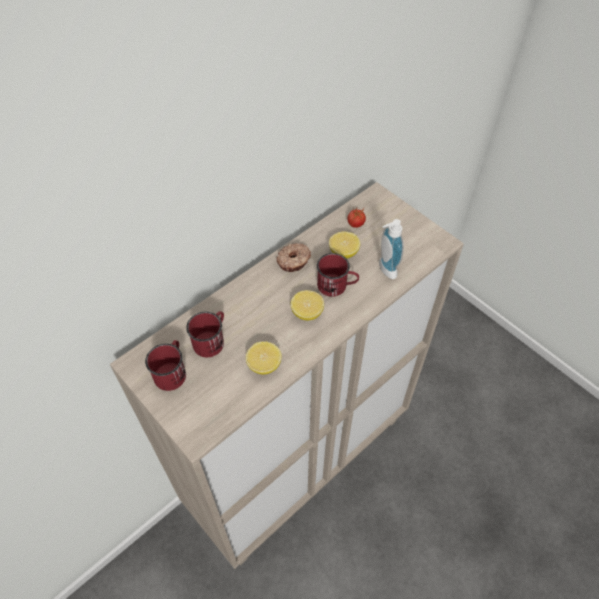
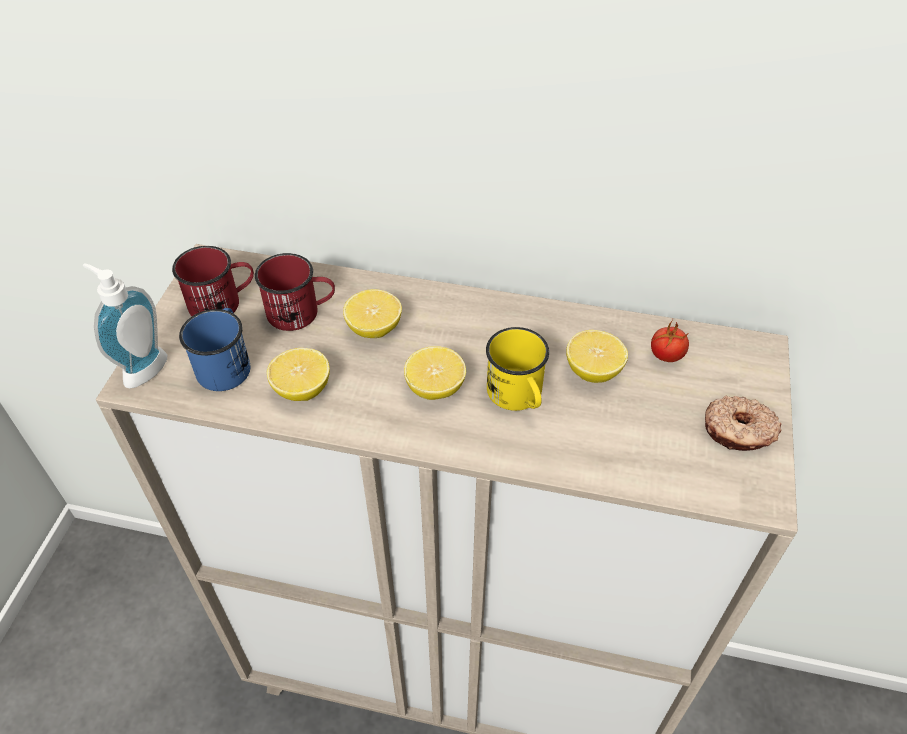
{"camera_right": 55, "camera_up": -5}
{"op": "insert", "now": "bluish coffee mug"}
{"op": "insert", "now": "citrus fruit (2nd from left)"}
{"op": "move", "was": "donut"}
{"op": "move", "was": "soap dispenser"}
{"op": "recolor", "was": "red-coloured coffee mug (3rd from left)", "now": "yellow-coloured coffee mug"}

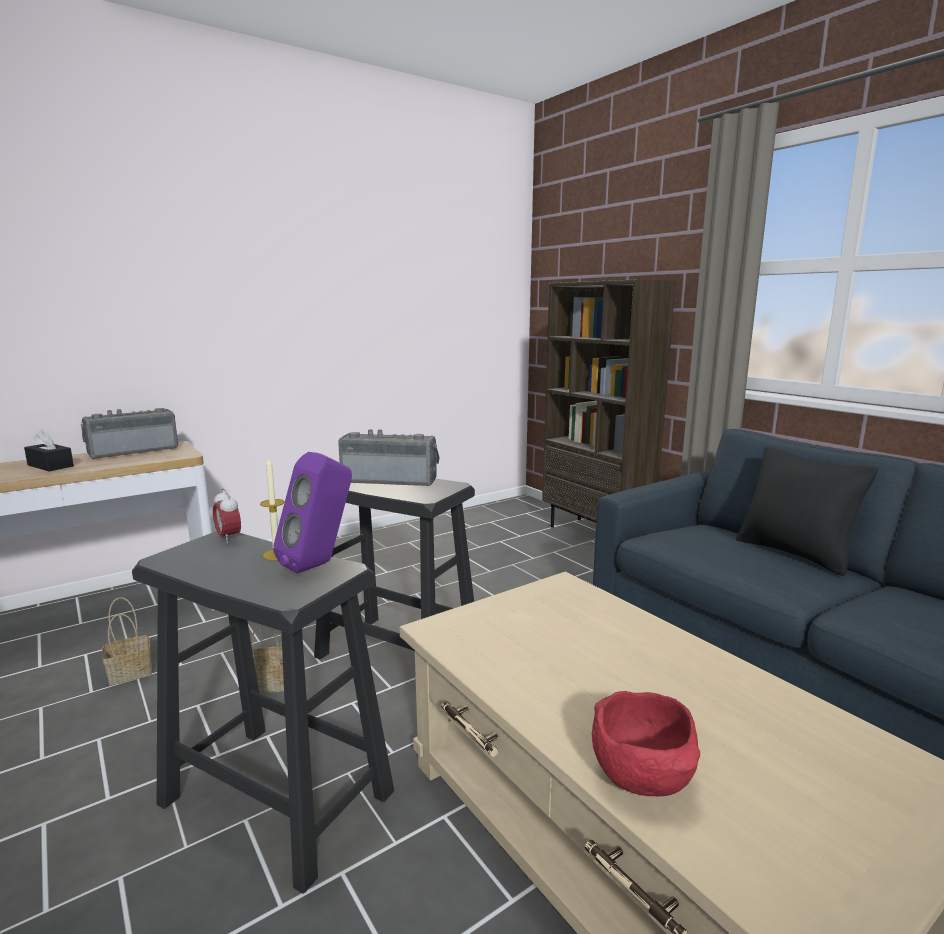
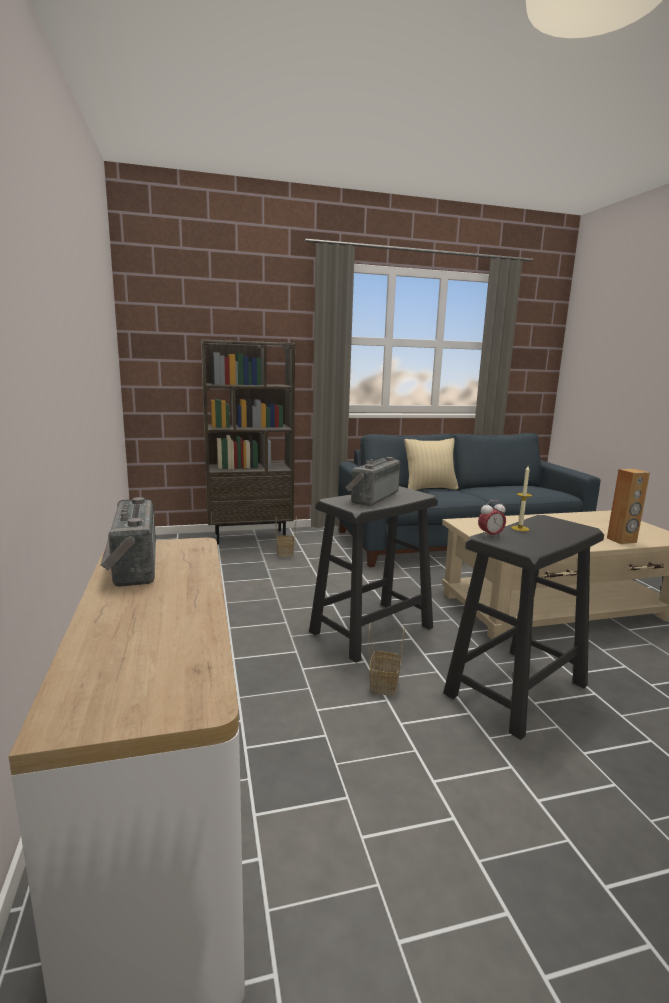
{"camera_right": -70, "camera_up": 0}
{"op": "delete", "was": "black tissue holder"}
{"op": "delete", "was": "purple-coloured audio speaker"}
{"op": "move", "was": "household basket (1st from left)"}
{"op": "replace", "was": "red-coloured serving bowl", "now": "brown audio speaker"}
{"op": "recolor", "was": "black pillow", "now": "beige pillow"}

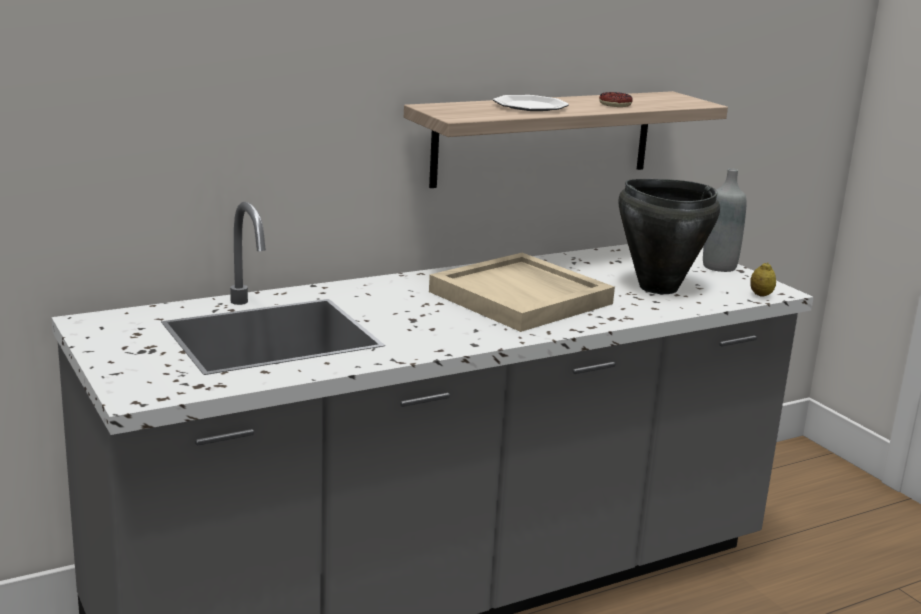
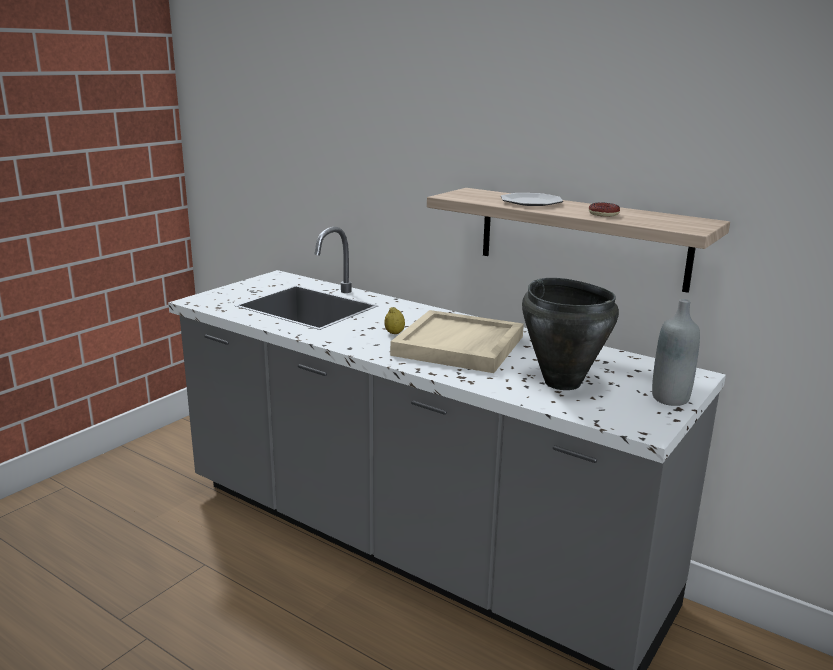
{"camera_right": 65, "camera_up": 0}
{"op": "move", "was": "citrus fruit"}

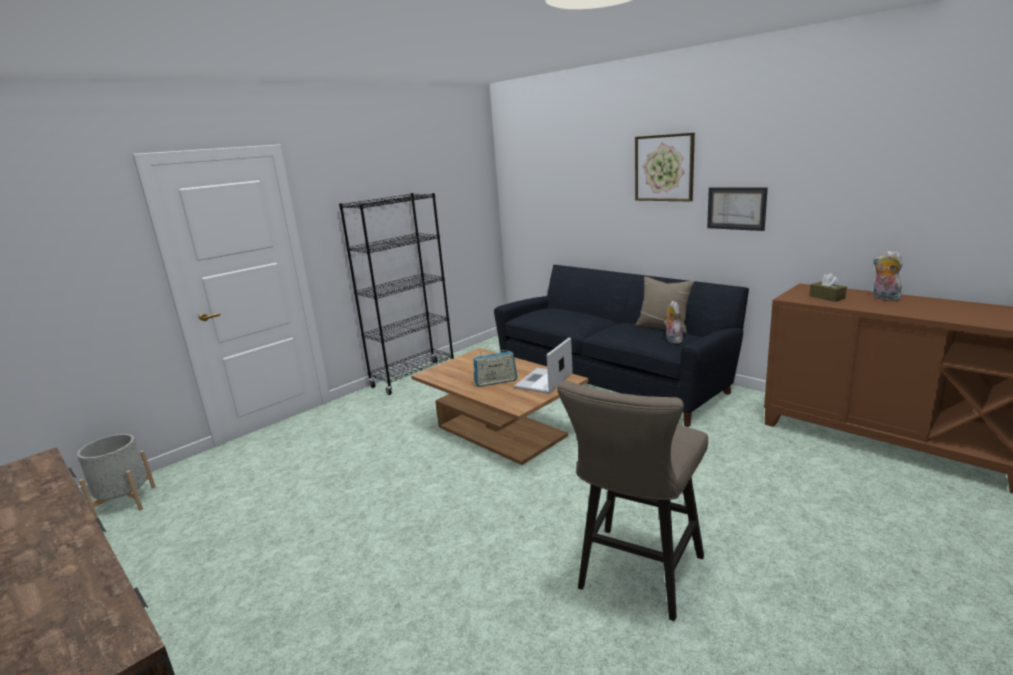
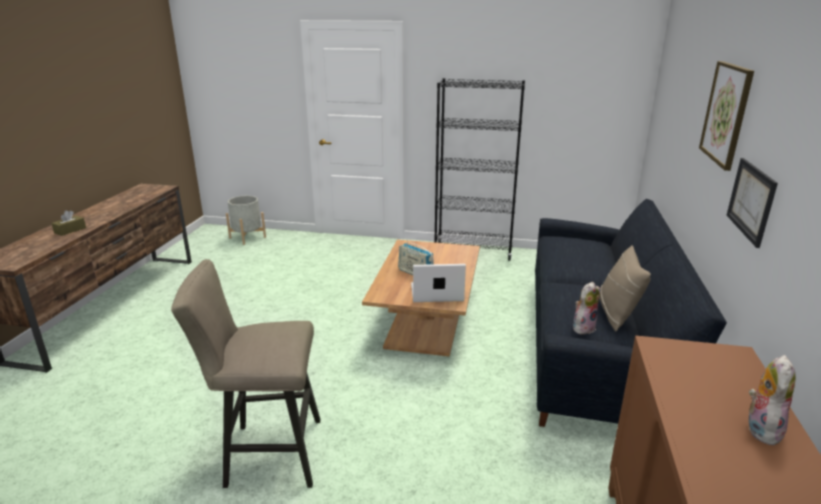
{"camera_right": 55, "camera_up": 5}
{"op": "move", "was": "brown tissue holder"}

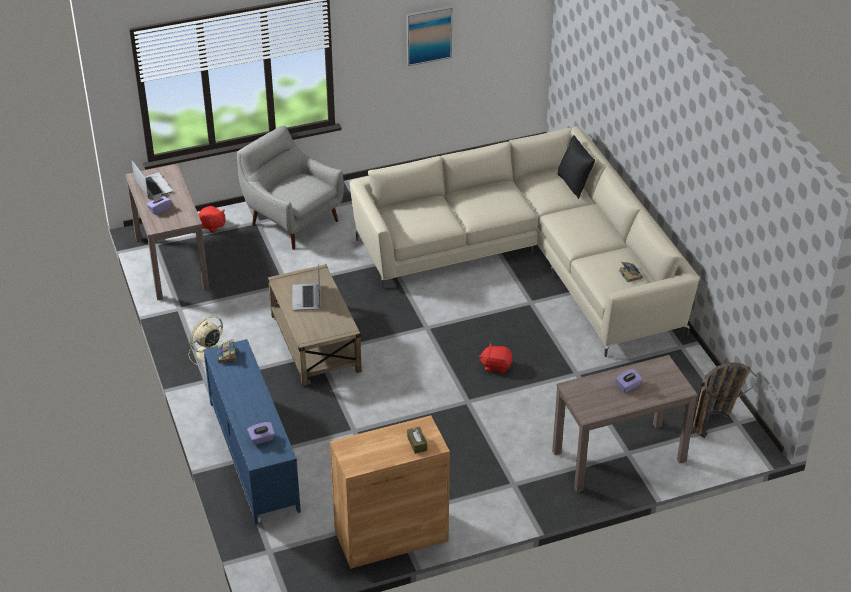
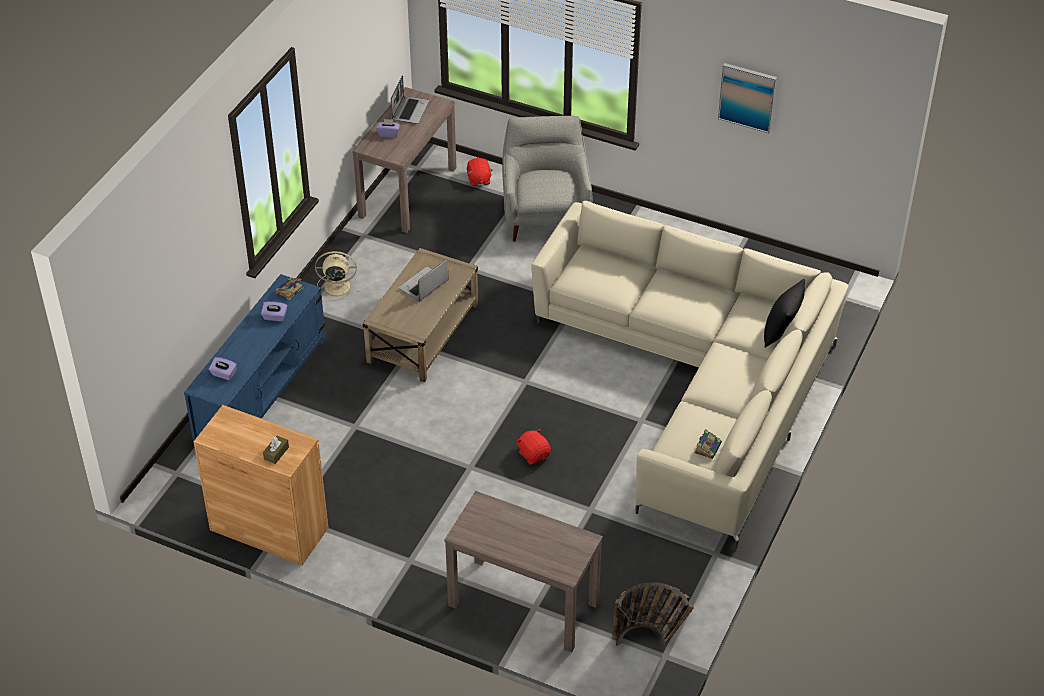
{"camera_right": 45, "camera_up": 5}
{"op": "move", "was": "purple-coloured tissue holder (3rd from left in the first image)", "now": "purple-coloured tissue holder (2nd from left)"}

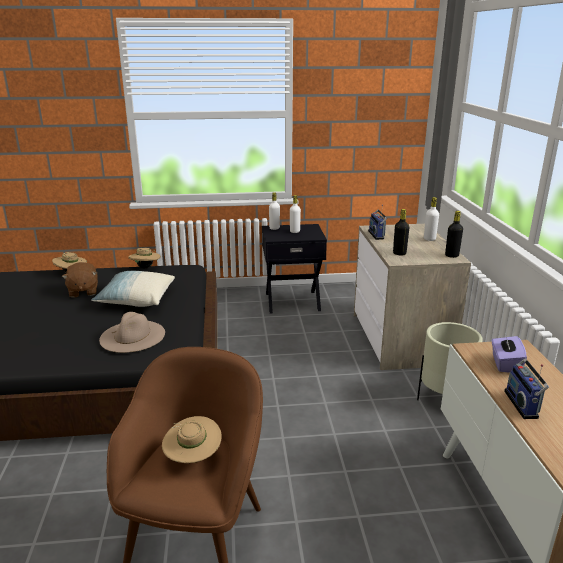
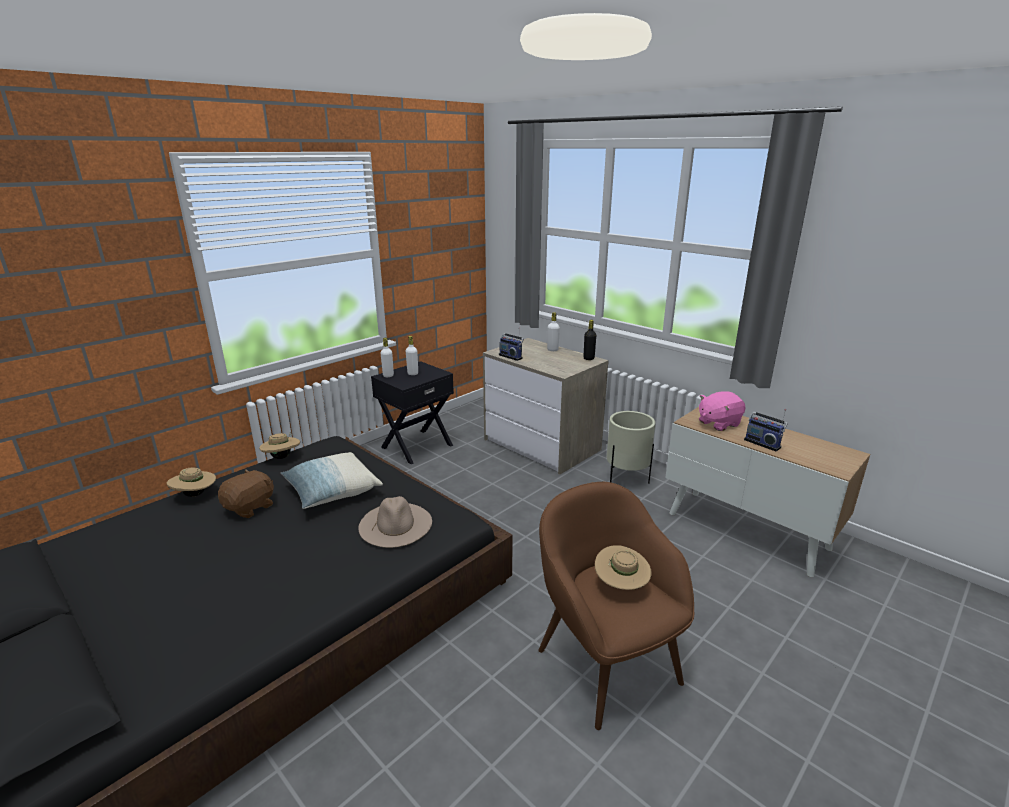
{"camera_right": -40, "camera_up": 0}
{"op": "delete", "was": "black drink bottle (1st from left)"}
{"op": "replace", "was": "purple-coloured tissue holder", "now": "pinkish cuddly toy"}
{"op": "rotate", "was": "brown cuddly toy", "clockwise": -90}

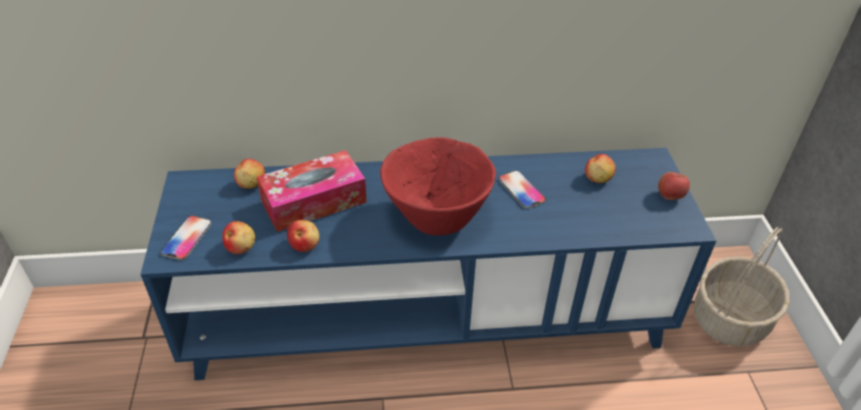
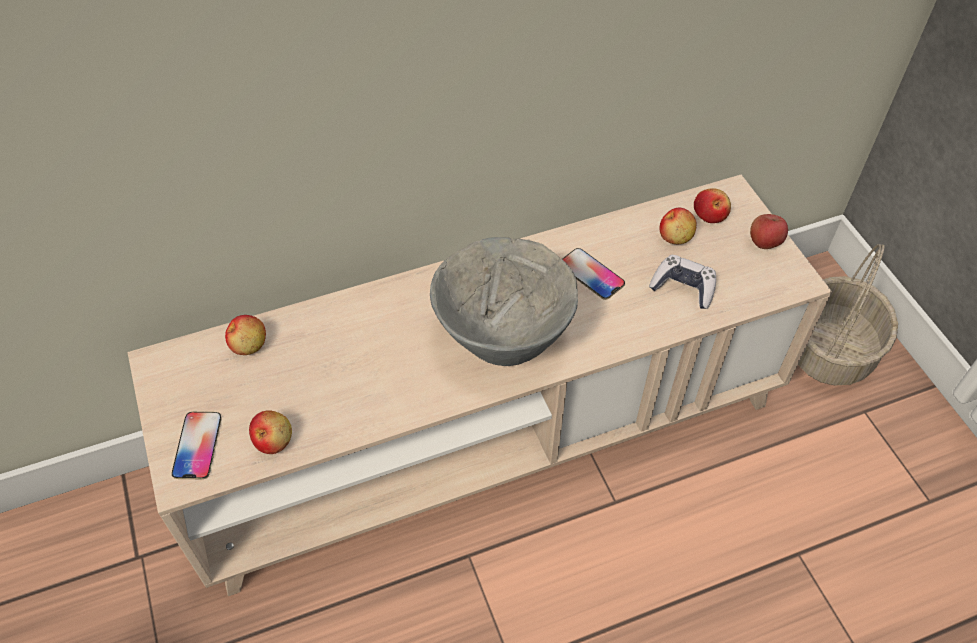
{"camera_right": -15, "camera_up": 10}
{"op": "delete", "was": "tissue holder"}
{"op": "insert", "now": "gamepad"}
{"op": "move", "was": "apple (3rd from left in the first image)", "now": "apple (4th from left)"}
{"op": "recolor", "was": "bluish tv unit", "now": "beige tv unit"}
{"op": "recolor", "was": "red-coloured serving bowl", "now": "grey serving bowl"}

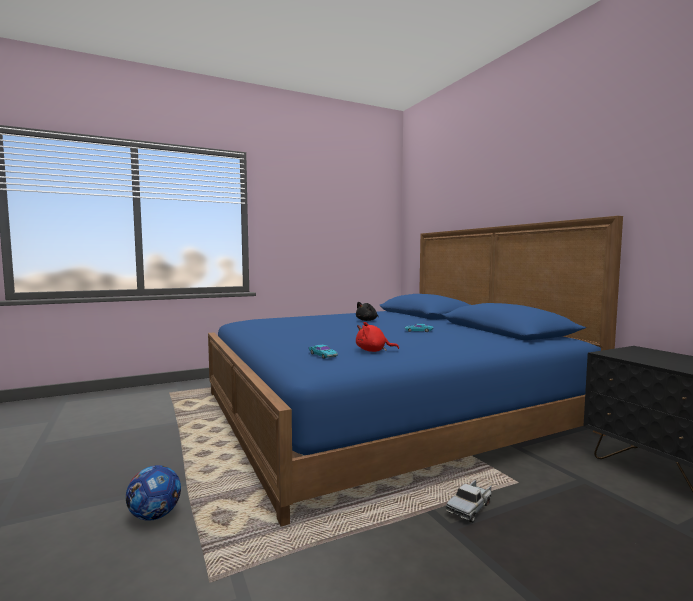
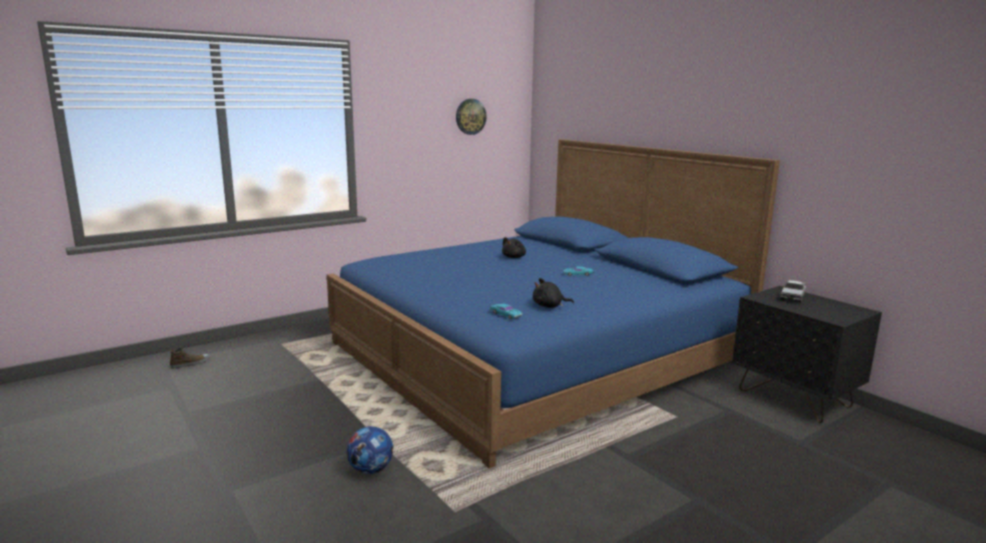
{"camera_right": -10, "camera_up": 10}
{"op": "insert", "now": "shoe"}
{"op": "insert", "now": "clock on the wall"}
{"op": "move", "was": "toy truck"}
{"op": "recolor", "was": "red-coloured cuddly toy", "now": "black cuddly toy (2nd from left)"}

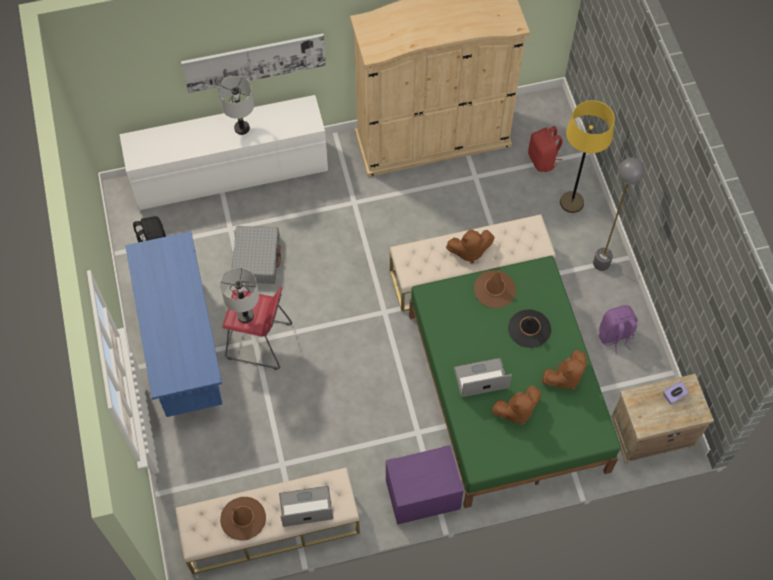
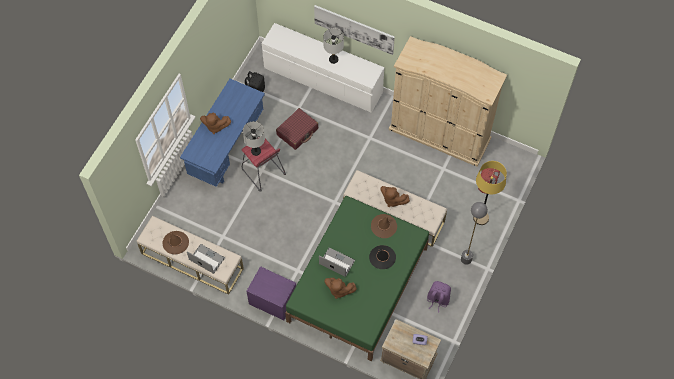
{"camera_right": 40, "camera_up": 0}
{"op": "move", "was": "brown cuddly toy (3rd from left in the first image)", "now": "brown cuddly toy (1st from left)"}
{"op": "recolor", "was": "grey suitcase", "now": "red-coloured suitcase"}

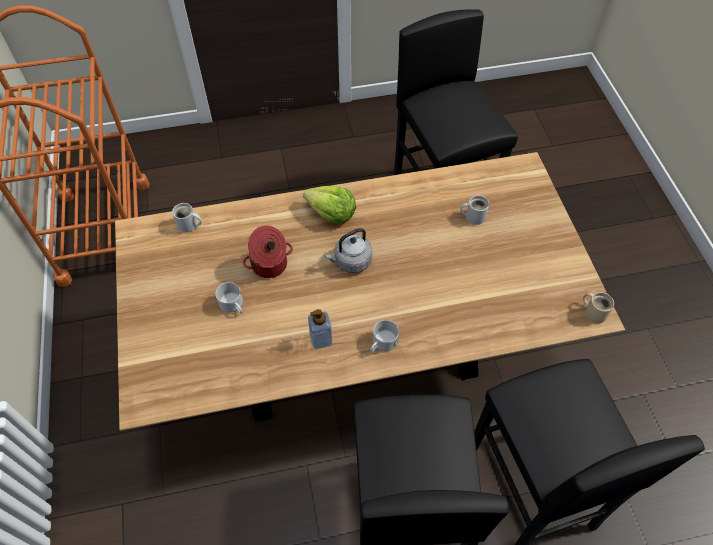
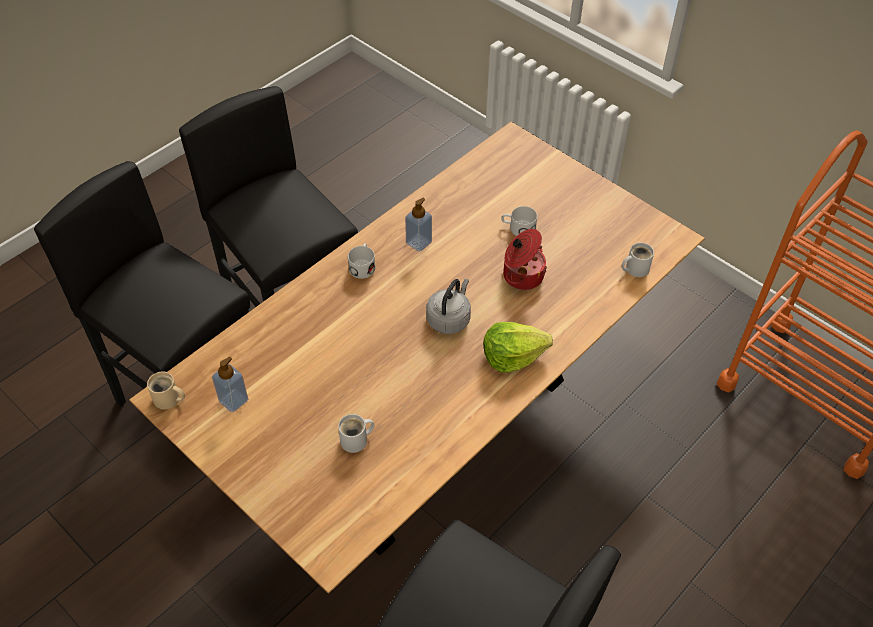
{"camera_right": 145, "camera_up": -5}
{"op": "insert", "now": "soap dispenser (1st from left)"}

